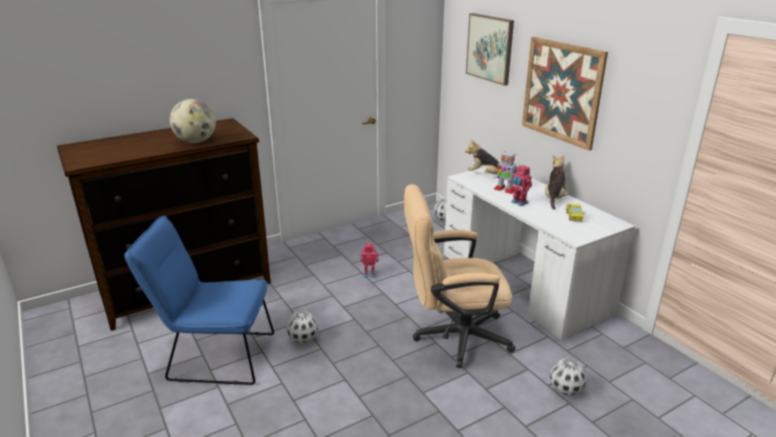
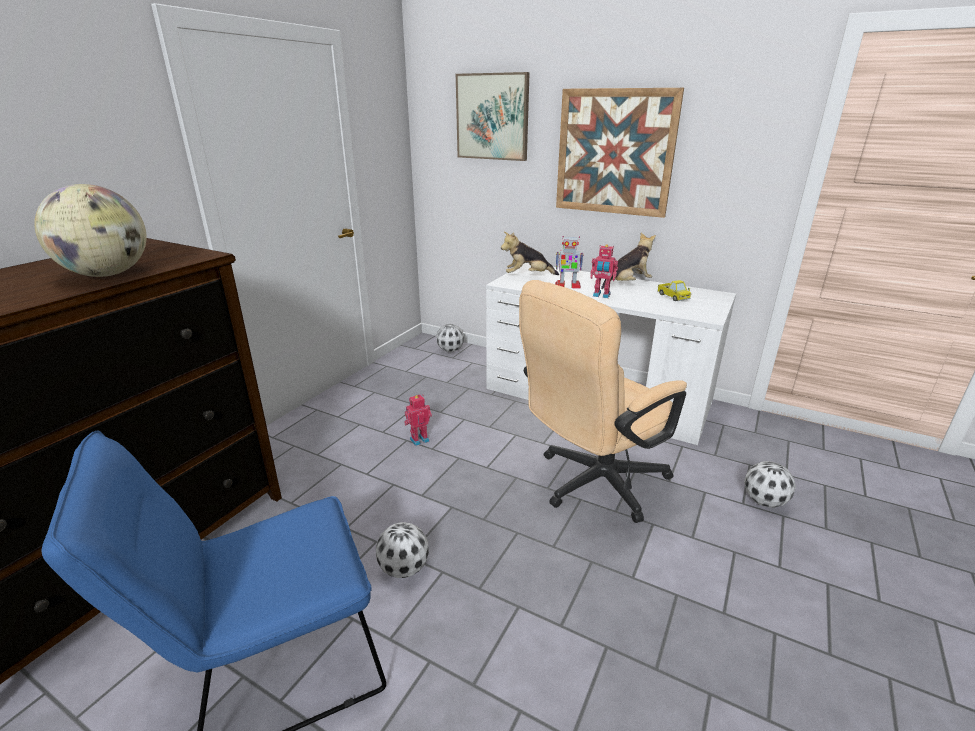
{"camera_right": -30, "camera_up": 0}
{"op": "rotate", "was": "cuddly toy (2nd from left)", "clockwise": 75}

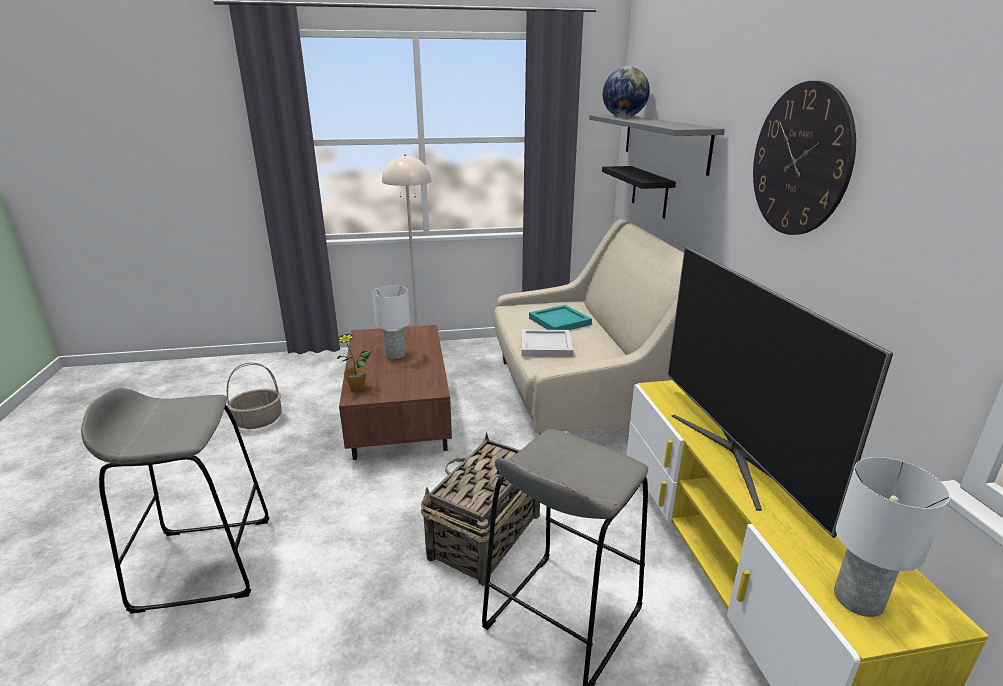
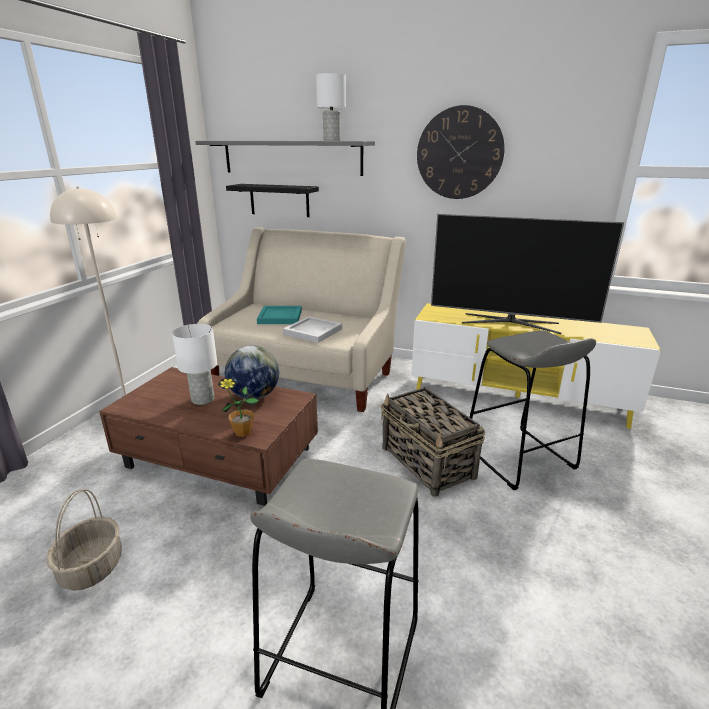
{"camera_right": -60, "camera_up": 0}
{"op": "move", "was": "desk globe"}
{"op": "move", "was": "whitish table lamp (2nd from left)"}

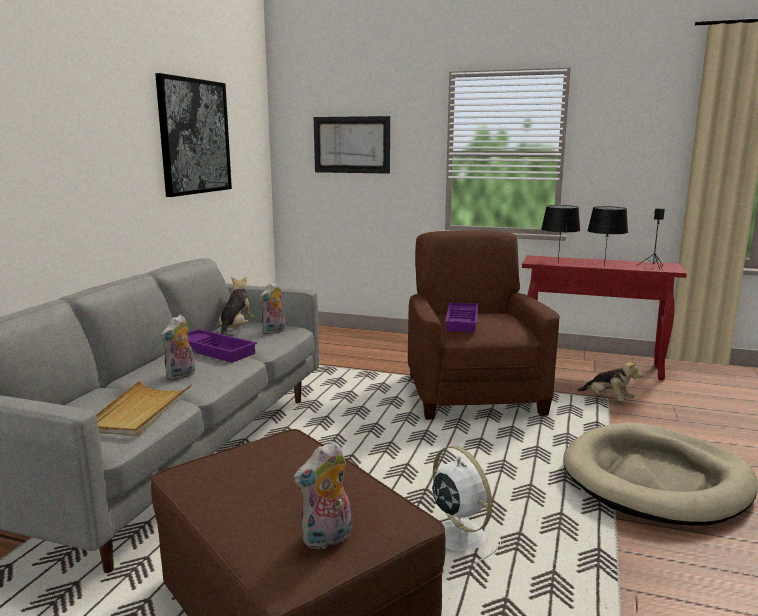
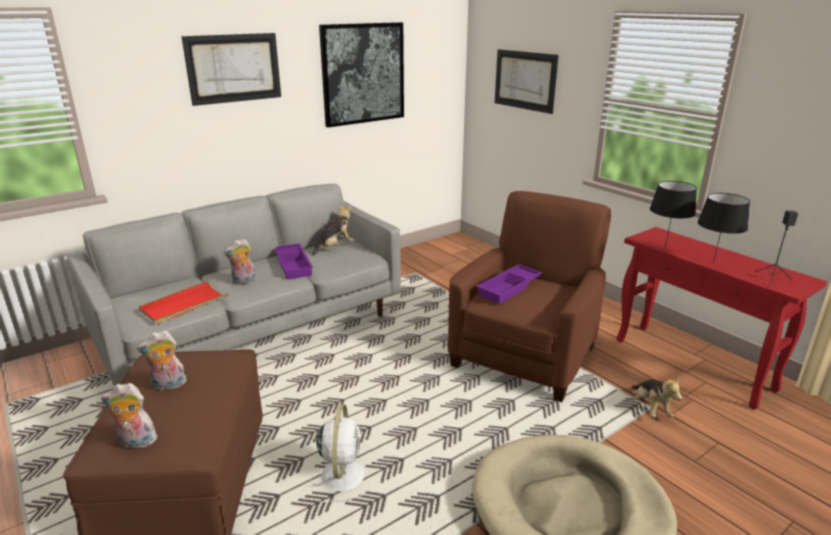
{"camera_right": 35, "camera_up": 10}
{"op": "insert", "now": "wall picture (1st from left)"}
{"op": "move", "was": "cuddly toy (3rd from left in the first image)", "now": "cuddly toy (2nd from left)"}
{"op": "recolor", "was": "beige serving tray", "now": "red-coloured serving tray"}

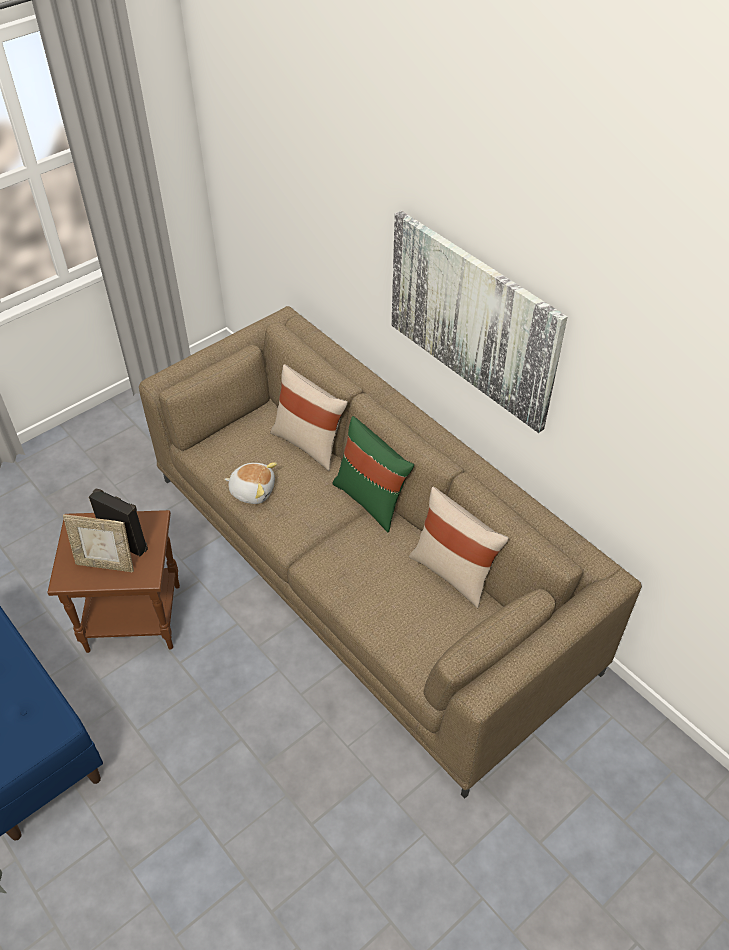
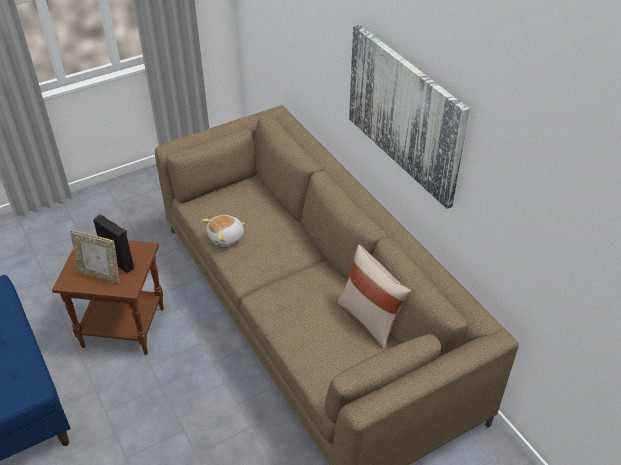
{"camera_right": 10, "camera_up": -5}
{"op": "delete", "was": "beige pillow (1st from left)"}
{"op": "delete", "was": "greenish pillow"}
{"op": "rotate", "was": "cuddly toy", "clockwise": 120}

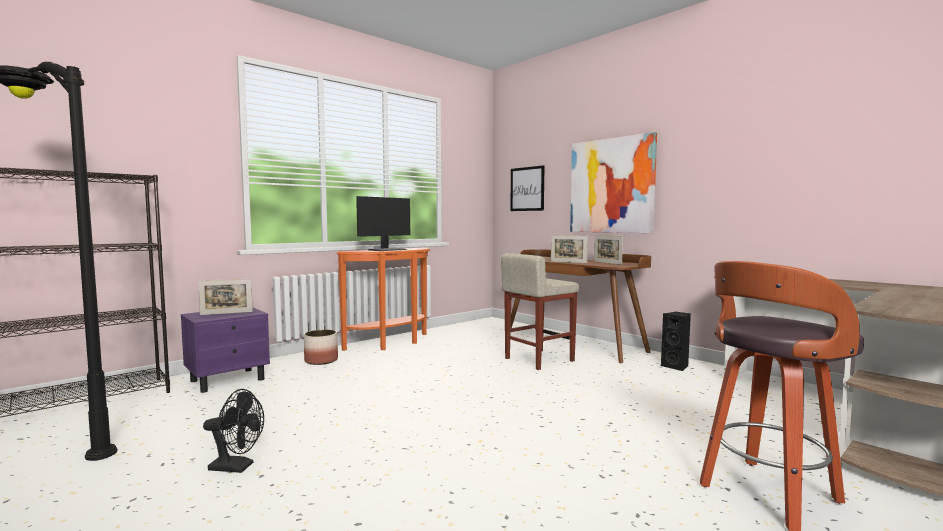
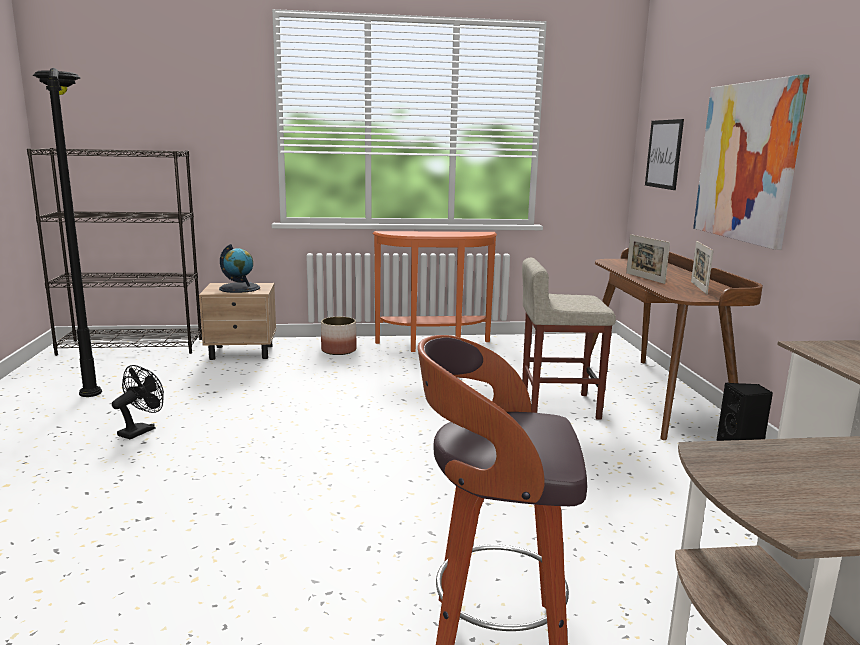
{"camera_right": 35, "camera_up": 10}
{"op": "delete", "was": "monitor"}
{"op": "replace", "was": "photo frame (1st from left)", "now": "desk globe"}
{"op": "recolor", "was": "purple-coloured bedside table", "now": "beige bedside table"}
{"op": "rotate", "was": "black cooling fan", "clockwise": -105}

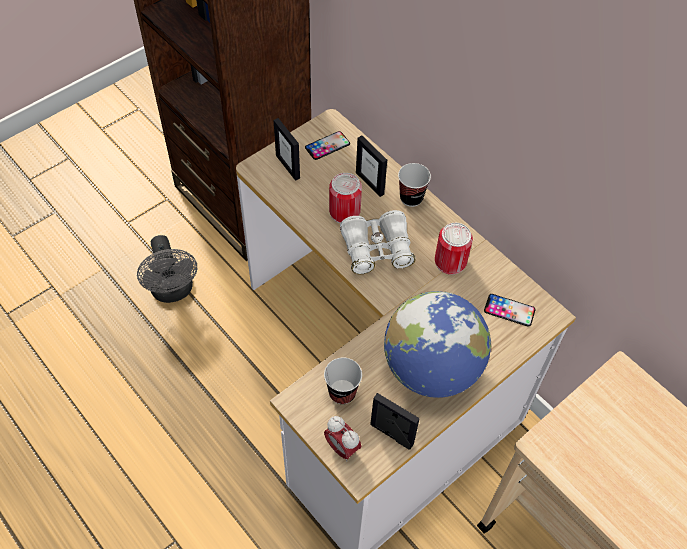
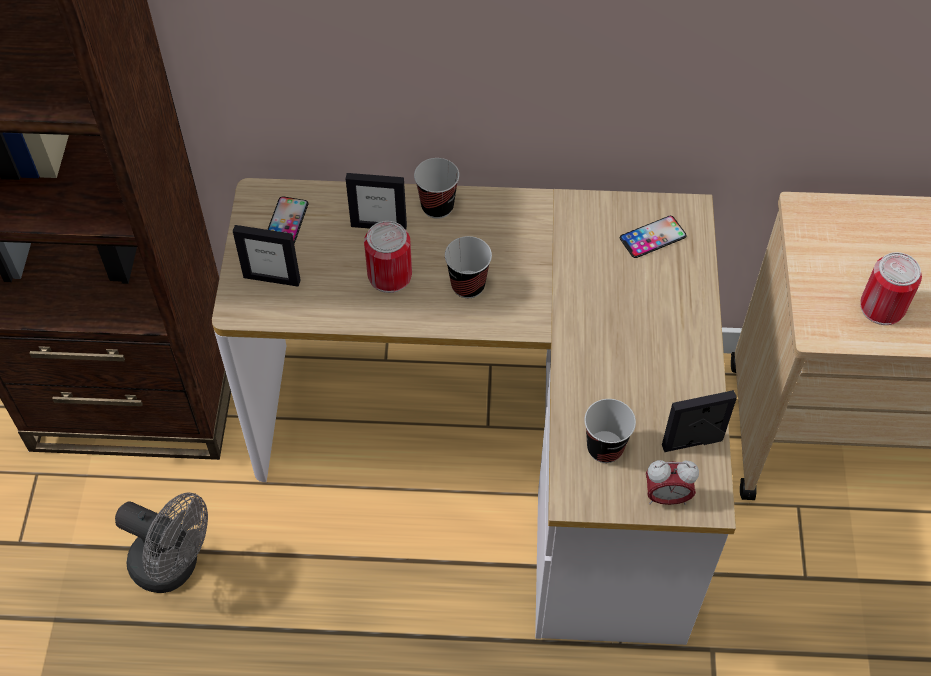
{"camera_right": -45, "camera_up": 0}
{"op": "delete", "was": "desk globe"}
{"op": "move", "was": "metal can (2nd from left)"}
{"op": "replace", "was": "whitish binoculars", "now": "cup (2nd from left)"}

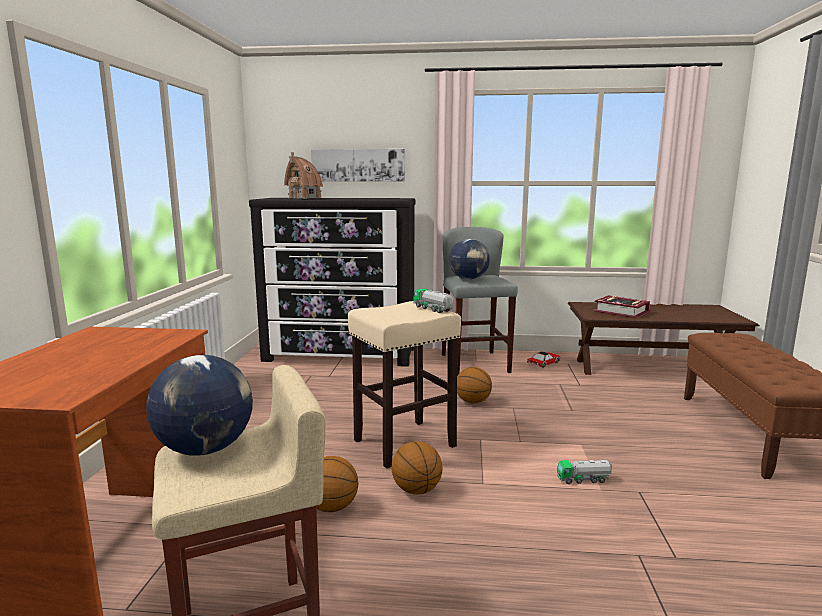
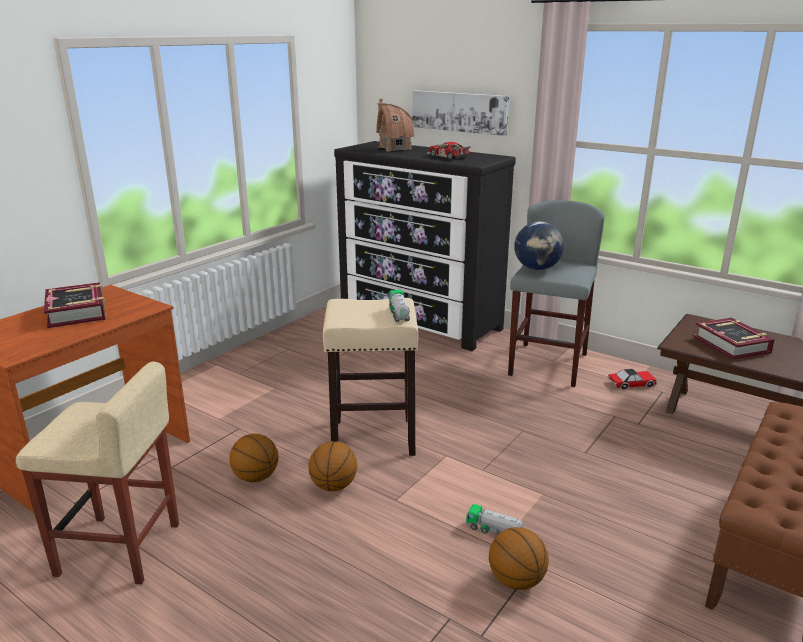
{"camera_right": 30, "camera_up": 10}
{"op": "delete", "was": "desk globe (1st from left)"}
{"op": "insert", "now": "bound book (1st from left)"}
{"op": "insert", "now": "miniature car (1st from left)"}
{"op": "move", "was": "ball for basketball (3rd from left)"}

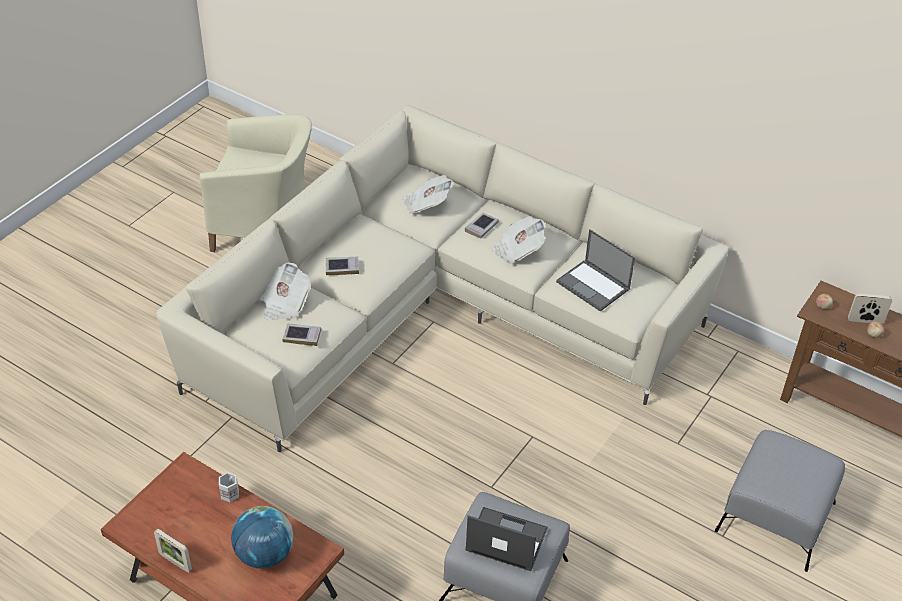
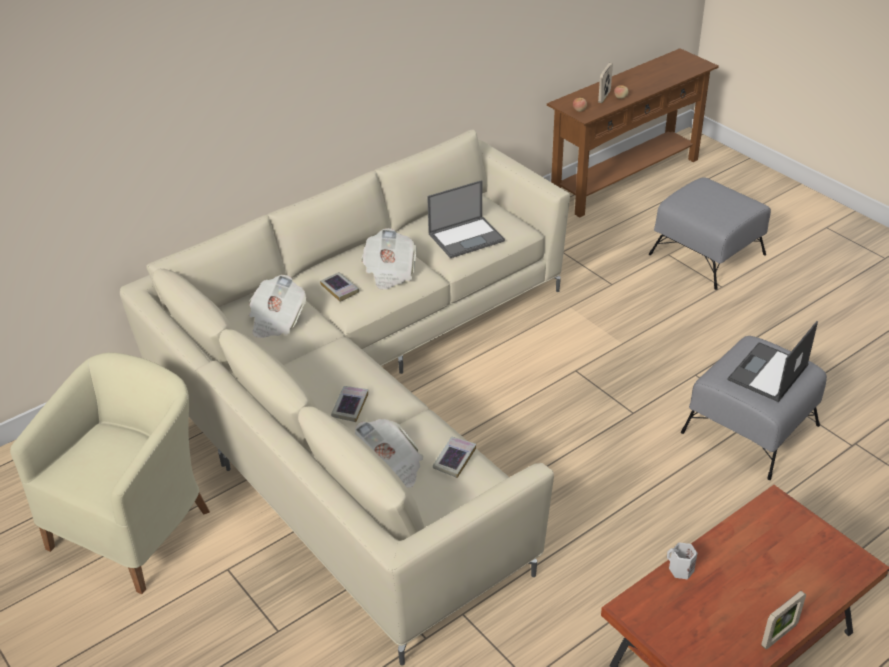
{"camera_right": -70, "camera_up": -5}
{"op": "delete", "was": "desk globe"}

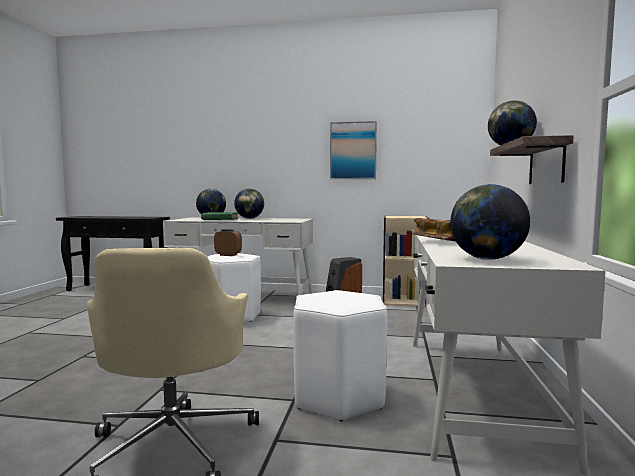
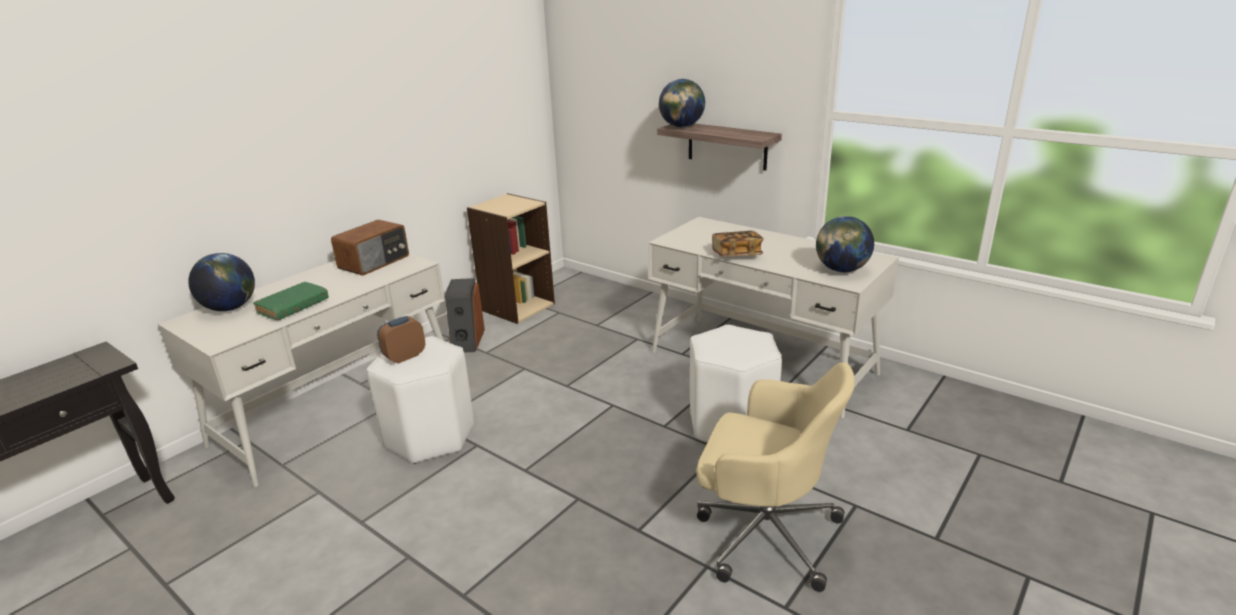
{"camera_right": -60, "camera_up": 20}
{"op": "delete", "was": "desk globe (2nd from left)"}
{"op": "delete", "was": "wall picture"}
{"op": "insert", "now": "radio"}

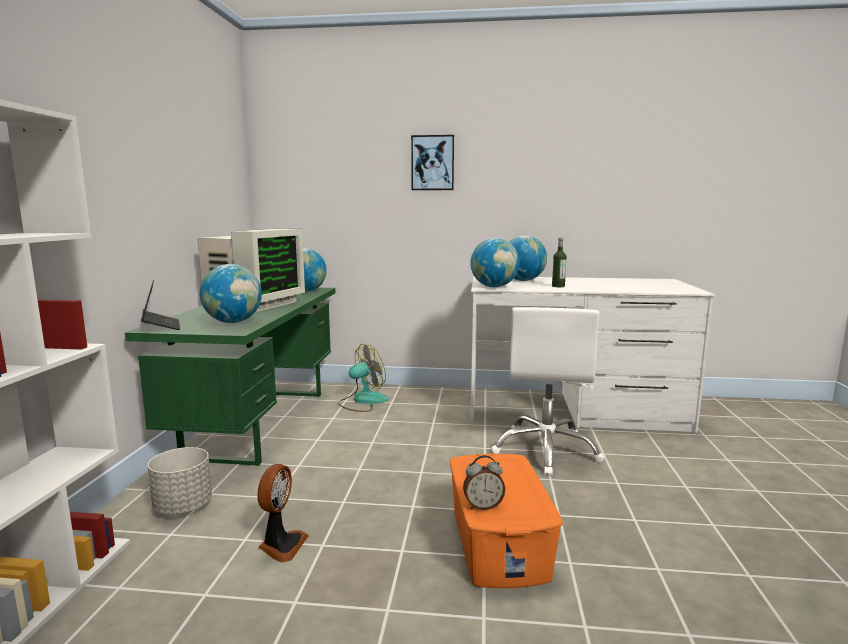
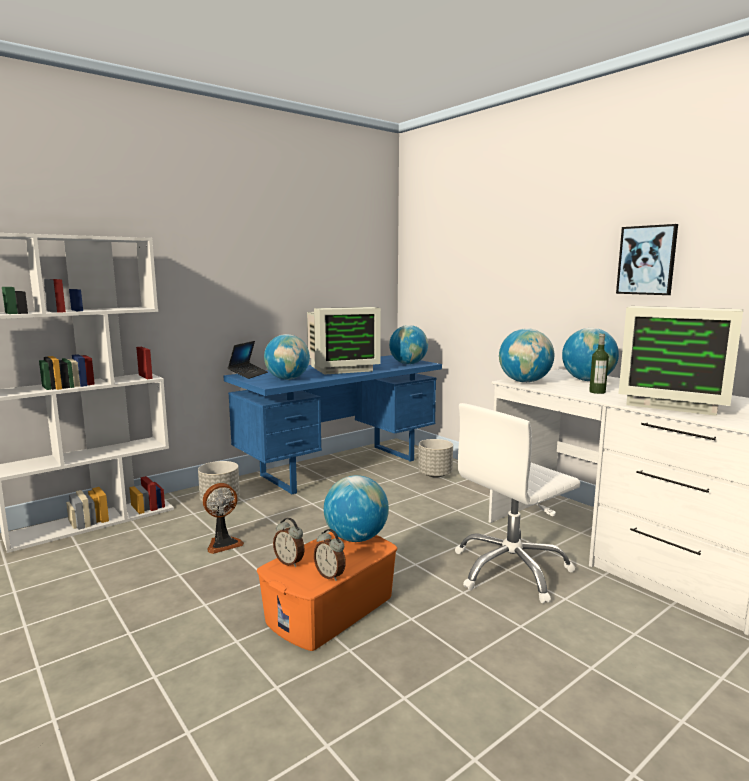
{"camera_right": 45, "camera_up": 0}
{"op": "insert", "now": "table clock (2nd from left)"}
{"op": "insert", "now": "desk globe (2nd from left)"}
{"op": "insert", "now": "monitor (2nd from left)"}
{"op": "move", "was": "wall picture"}
{"op": "replace", "was": "cooling fan (2nd from left)", "now": "grey plant pot (2nd from left)"}
{"op": "recolor", "was": "greenish desk table", "now": "bluish desk table"}

